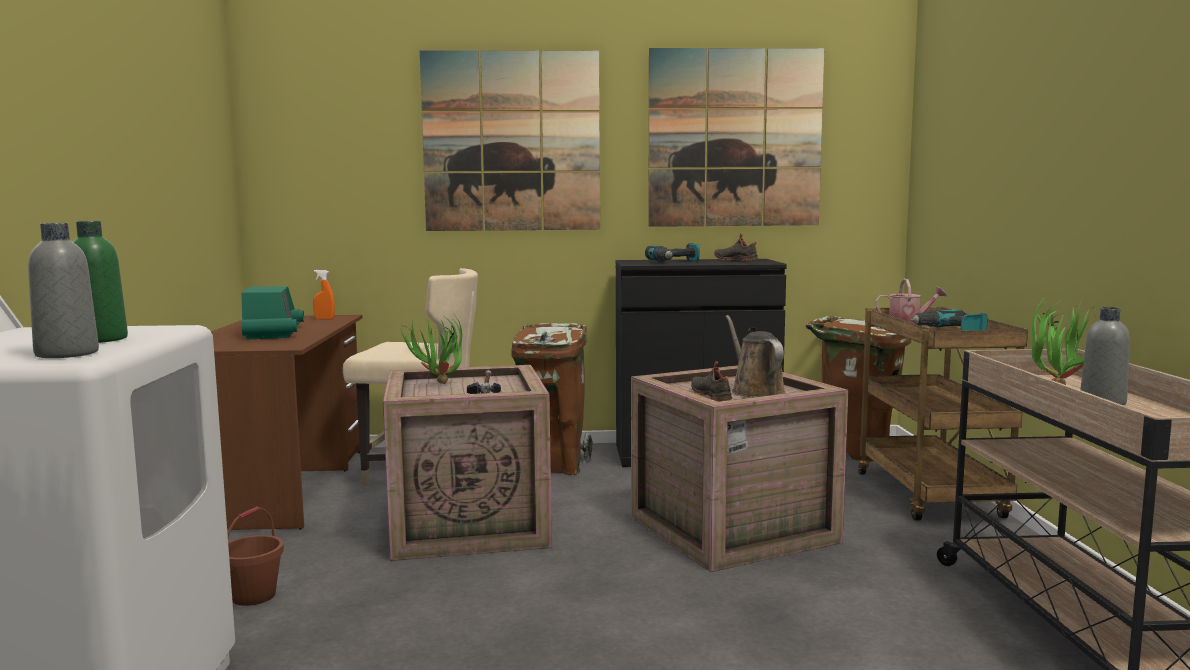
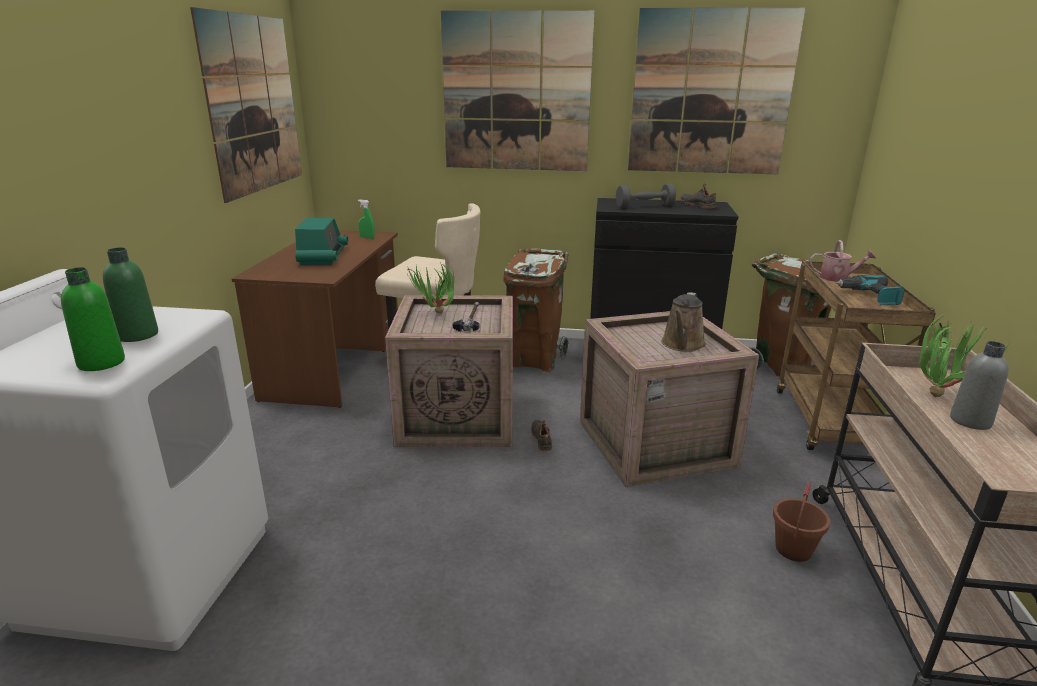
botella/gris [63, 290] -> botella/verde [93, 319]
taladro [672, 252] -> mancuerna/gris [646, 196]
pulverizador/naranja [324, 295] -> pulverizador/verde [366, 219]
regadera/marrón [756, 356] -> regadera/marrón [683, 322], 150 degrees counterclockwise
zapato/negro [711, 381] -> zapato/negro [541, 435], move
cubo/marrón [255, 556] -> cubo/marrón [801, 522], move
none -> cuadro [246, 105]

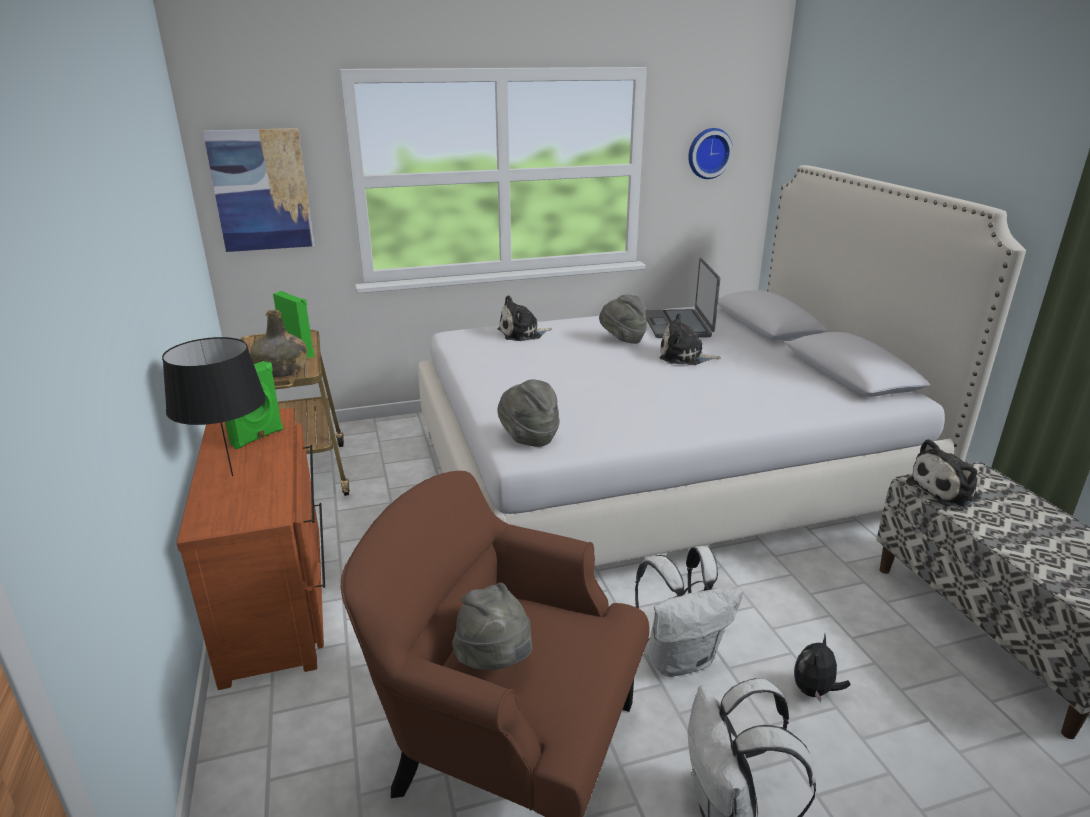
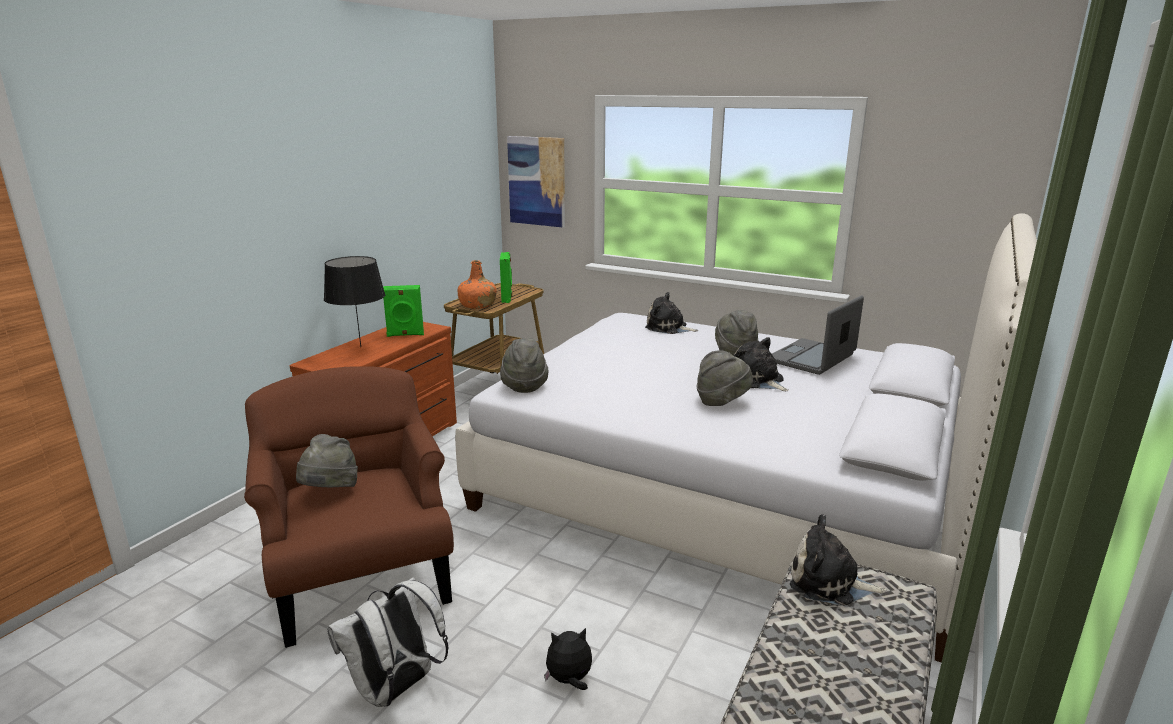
reloj de pared [710, 153] -> none
botella/verde [278, 343] -> botella/naranja [477, 284]
mochila/blanco [689, 611] -> none
none -> sombrero/gris [725, 378]

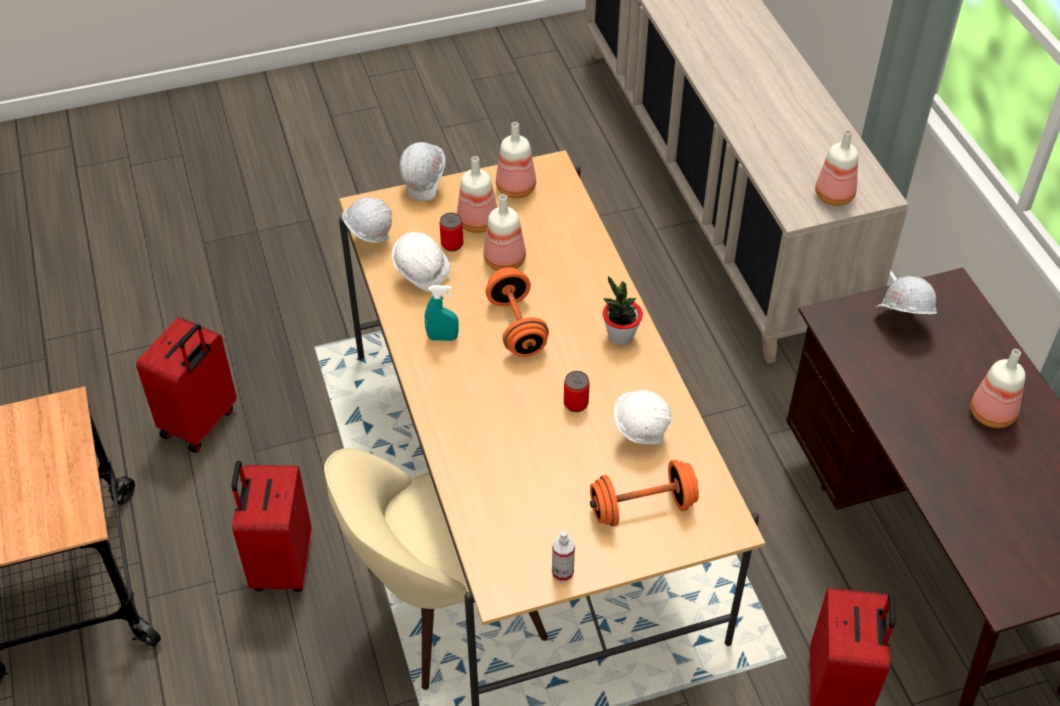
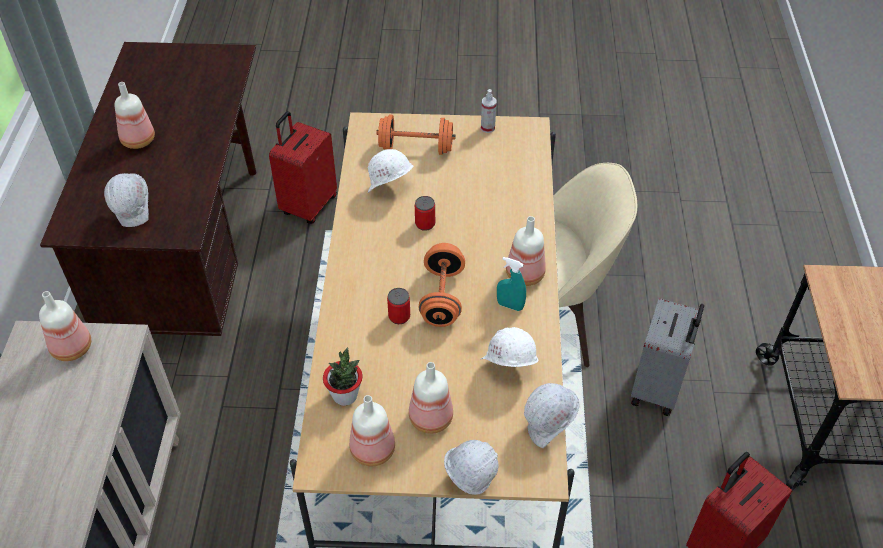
botella [505, 232] -> botella [526, 251], move
lata [451, 232] -> lata [398, 306], move
planta en maceta [623, 310] -> planta en maceta [343, 377], move
maleta/rojo [272, 526] -> maleta/gris [667, 357]

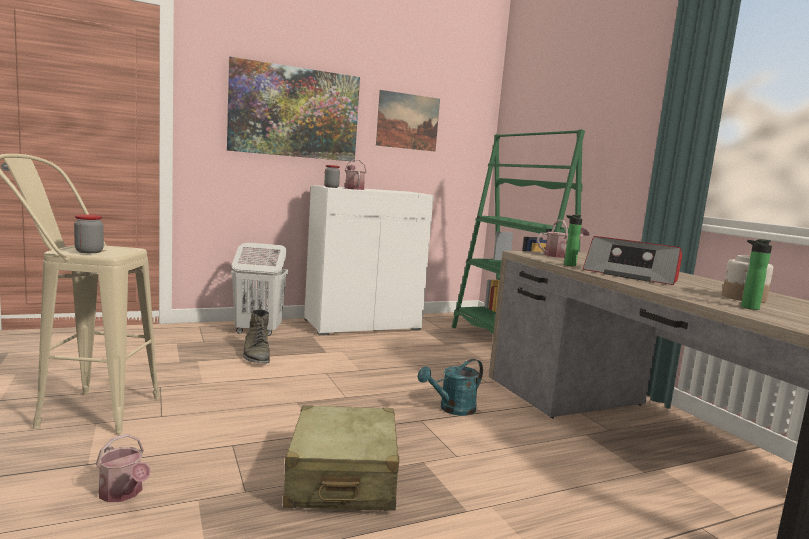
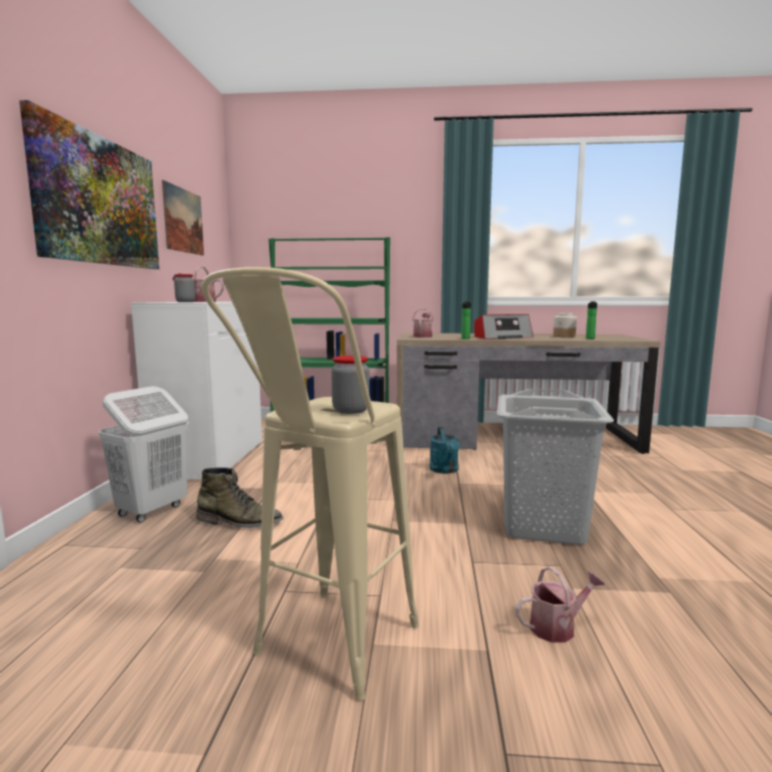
maleta/beis [341, 458] -> cesto de la ropa/gris [555, 467]

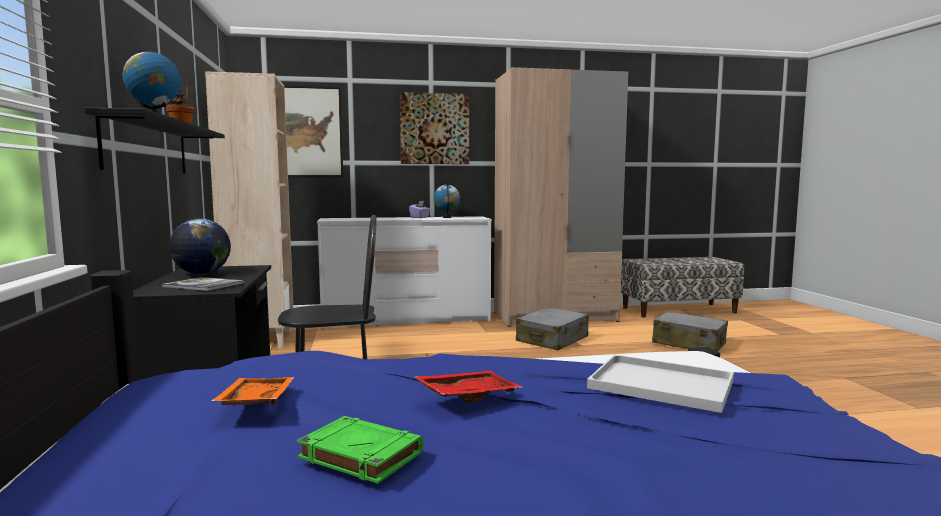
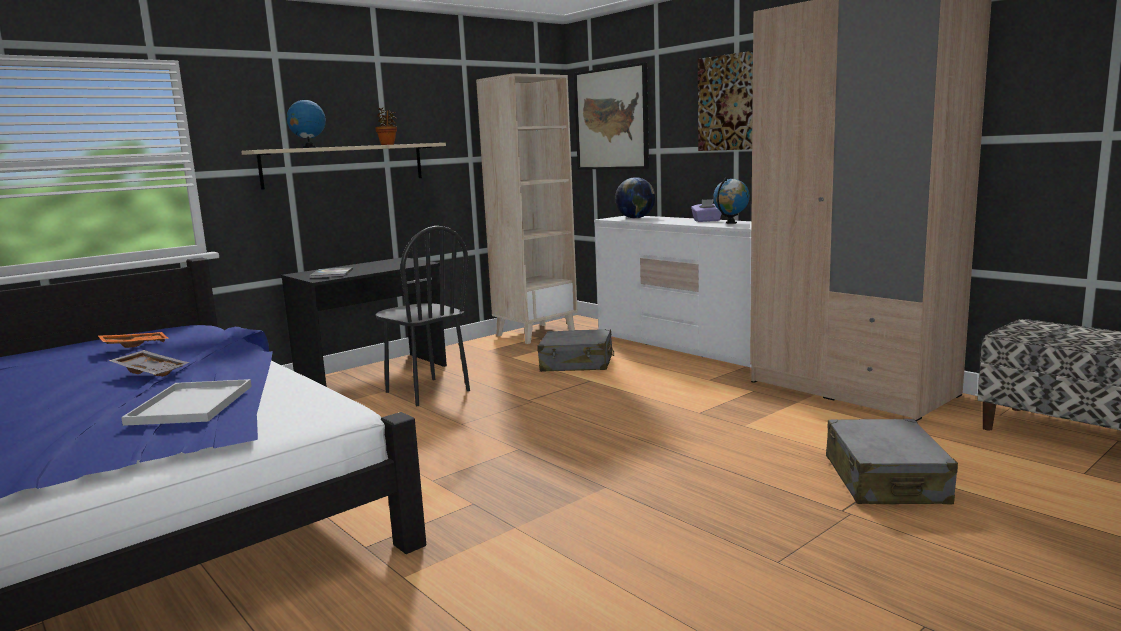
estante/negro [155, 140] -> estante/beis [343, 166]
globo terráqueo [200, 246] -> globo terráqueo [635, 197], move
maleta/gris [552, 329] -> maleta/gris [575, 350], move
bandeja/rojo [468, 386] -> bandeja/gris [149, 363]
libro/verde [360, 449] -> none

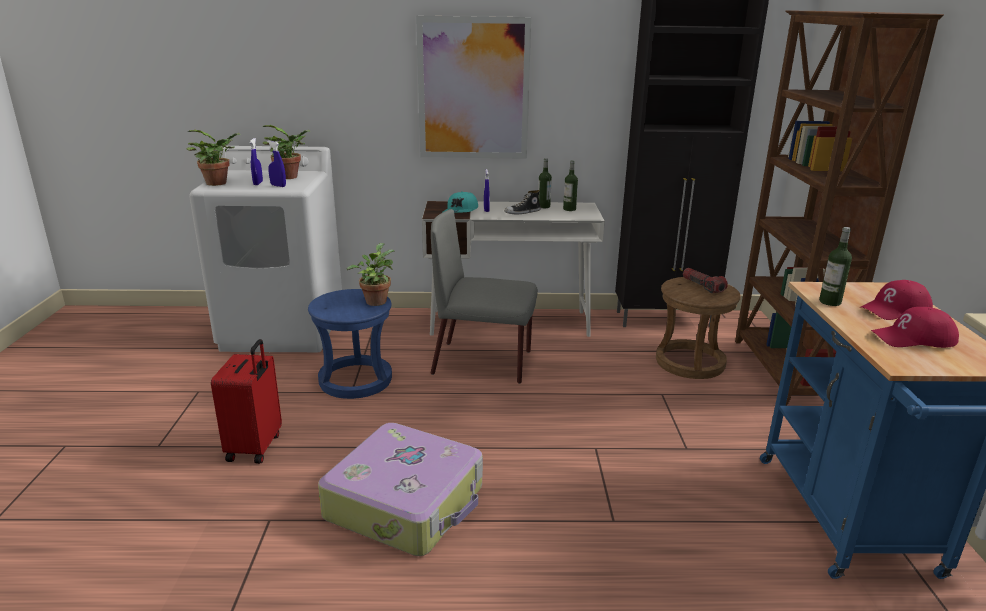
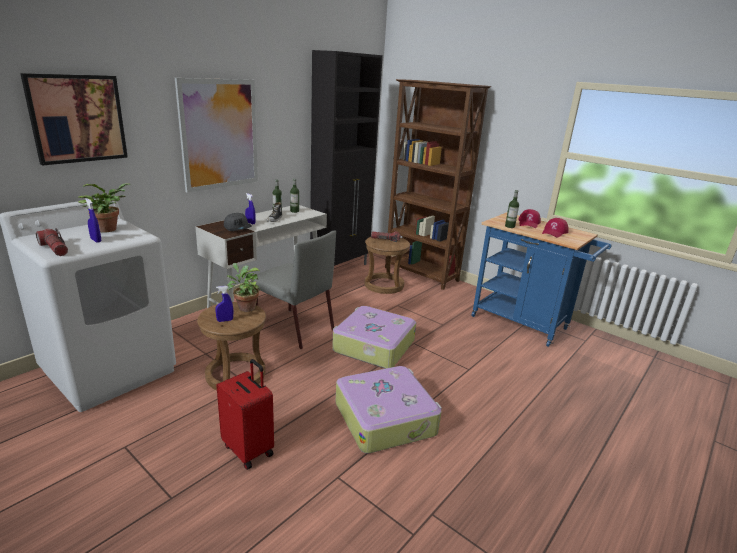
planta en maceta [213, 158] -> linterna [52, 242]
pulverizador/azul [276, 164] -> pulverizador/azul [224, 304], move
gorra/turquesa [460, 202] -> gorra/gris [238, 222]
silla/gris [484, 296] -> silla/gris [293, 289], 105 degrees counterclockwise
taburete/azul [350, 344] -> taburete/marrón [231, 346]
none -> cuadro [74, 119]
none -> maleta [374, 337]

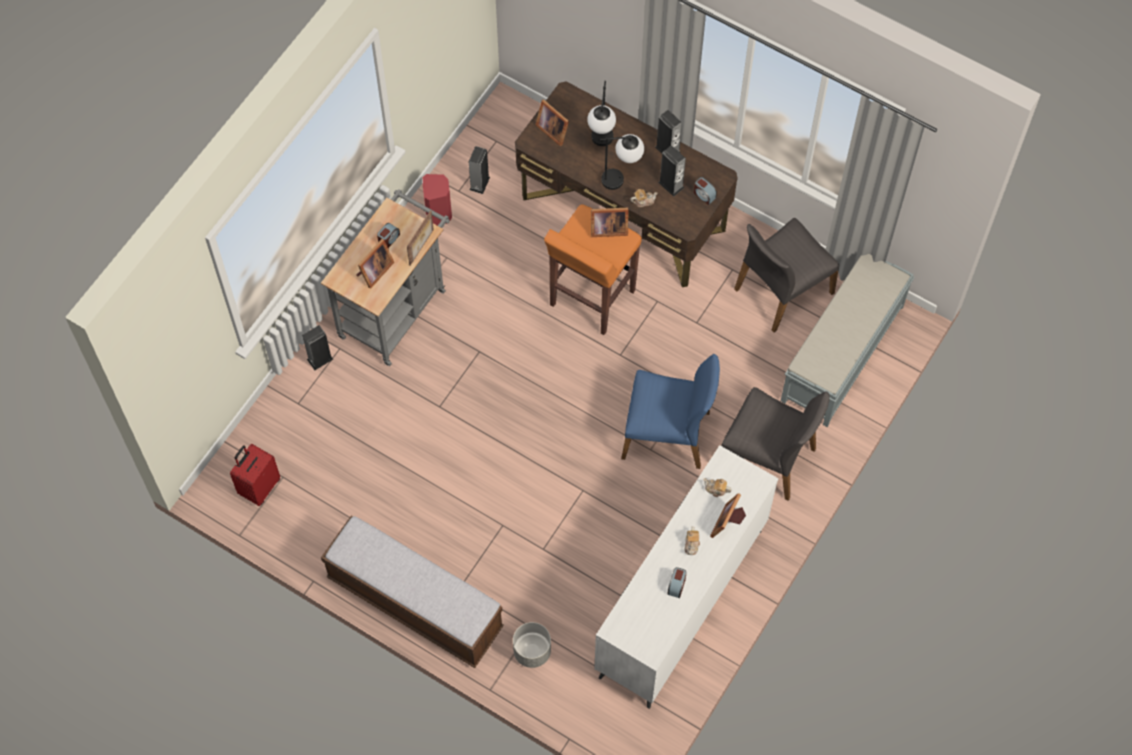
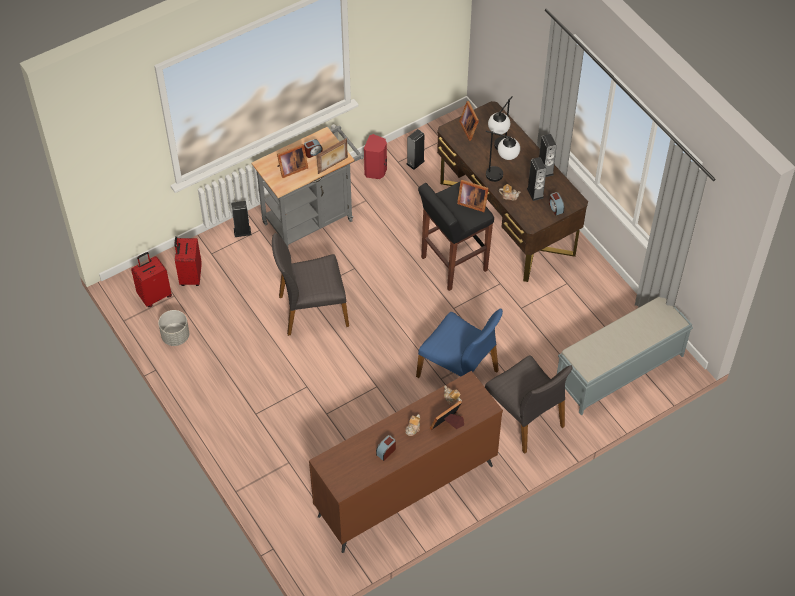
taburete/naranja [593, 269] -> taburete/negro [456, 236]
silla/gris [786, 275] -> silla/gris [310, 284], move
cómoda/blanco [686, 577] -> cómoda/marrón [406, 462]
banco [412, 592] -> none
maceta/gris [532, 645] -> maceta/gris [173, 328], move
none -> maleta/rojo [188, 261]

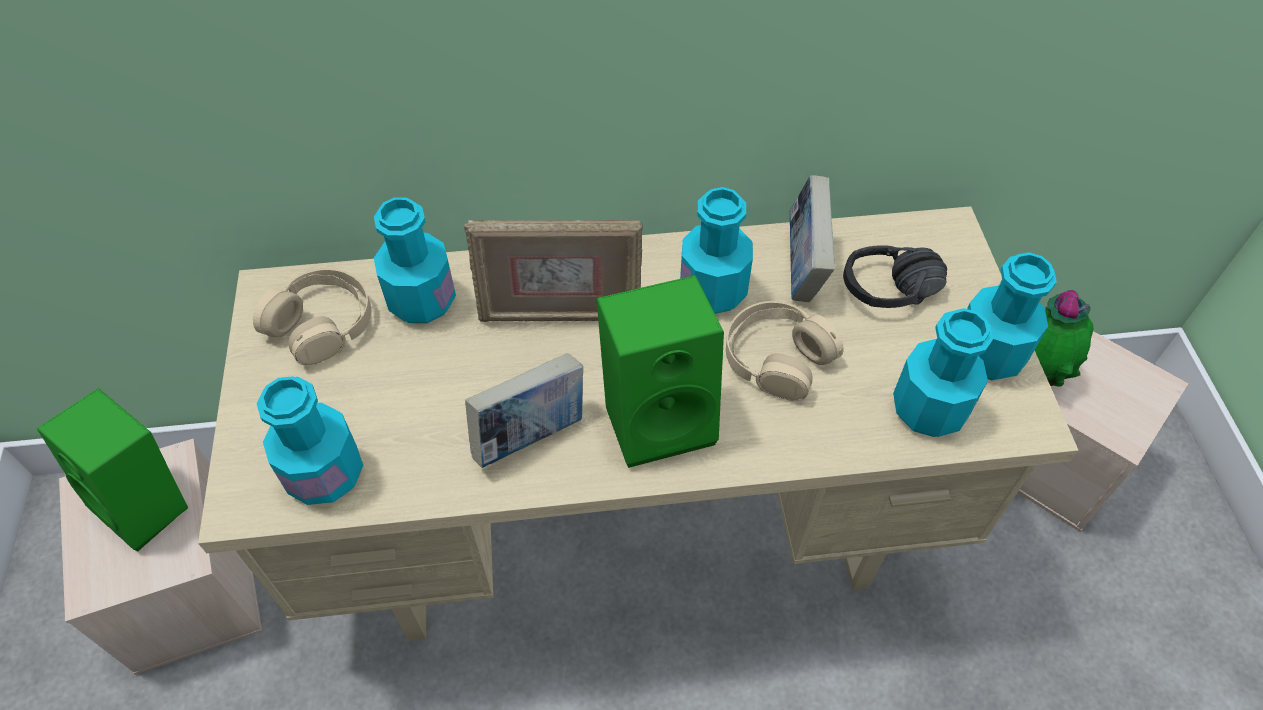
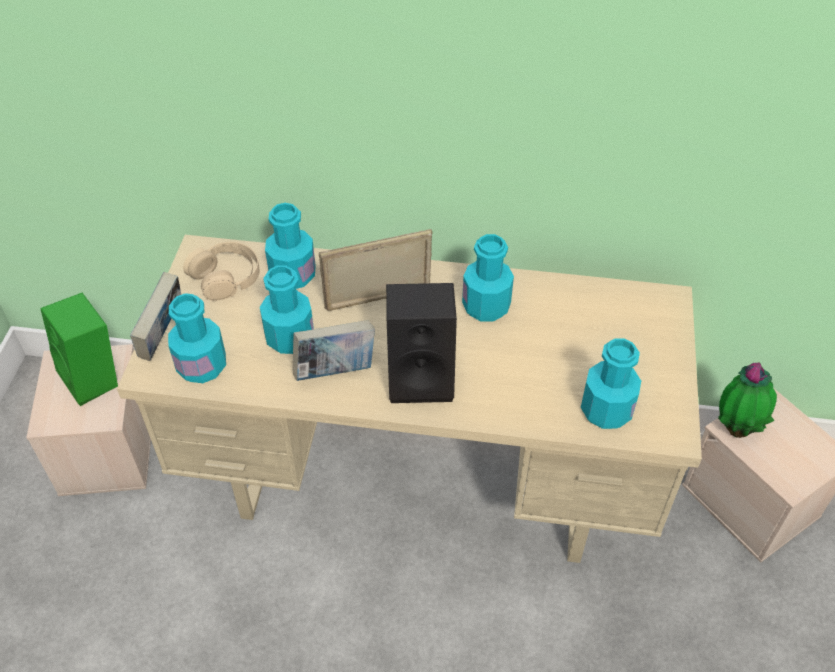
libro [812, 238] -> libro [155, 316], move
portarretratos [553, 270] -> portarretratos [376, 270], 150 degrees clockwise
auriculares/negro [895, 276] -> none
botella/turquesa [1012, 316] -> botella/turquesa [287, 309], move
altavoz/verde [660, 371] -> altavoz/negro [421, 343]
auriculares/beis [785, 351] -> none

